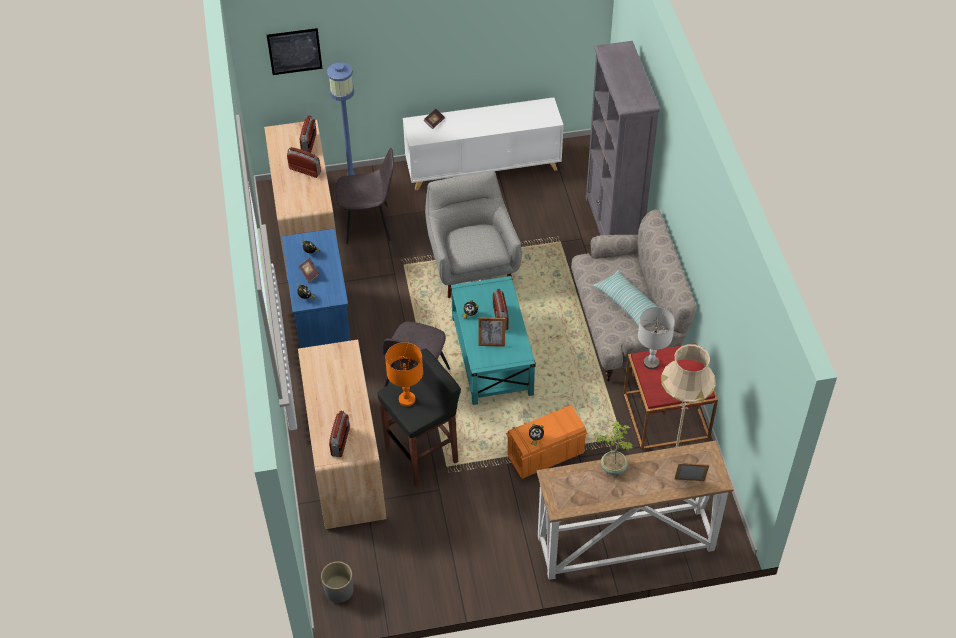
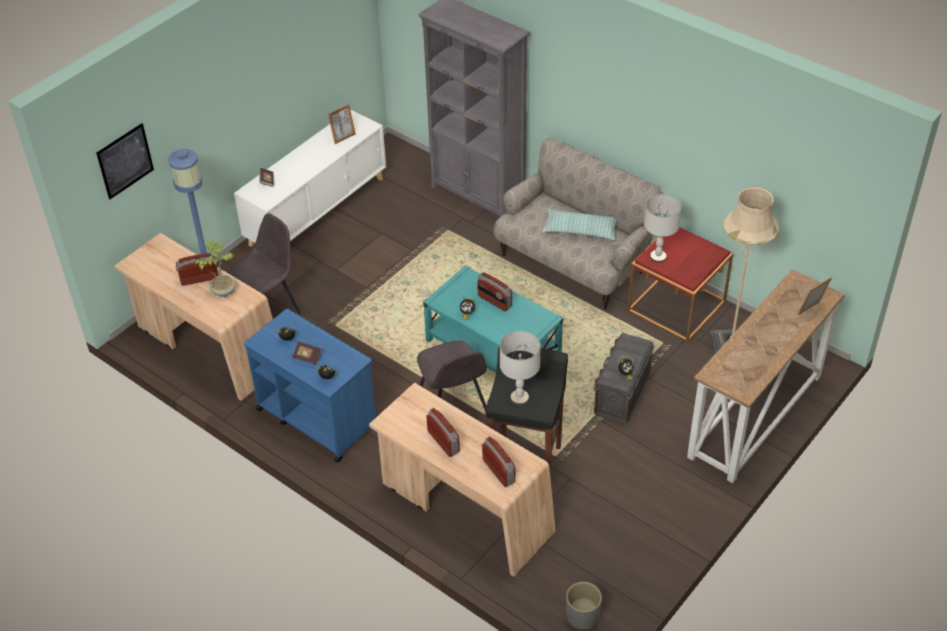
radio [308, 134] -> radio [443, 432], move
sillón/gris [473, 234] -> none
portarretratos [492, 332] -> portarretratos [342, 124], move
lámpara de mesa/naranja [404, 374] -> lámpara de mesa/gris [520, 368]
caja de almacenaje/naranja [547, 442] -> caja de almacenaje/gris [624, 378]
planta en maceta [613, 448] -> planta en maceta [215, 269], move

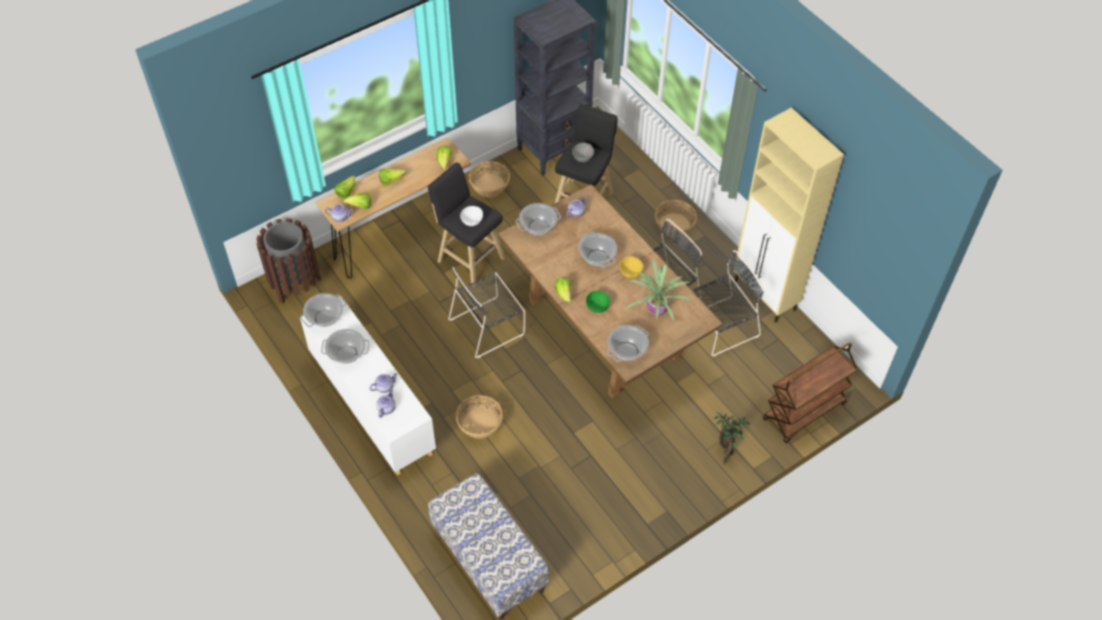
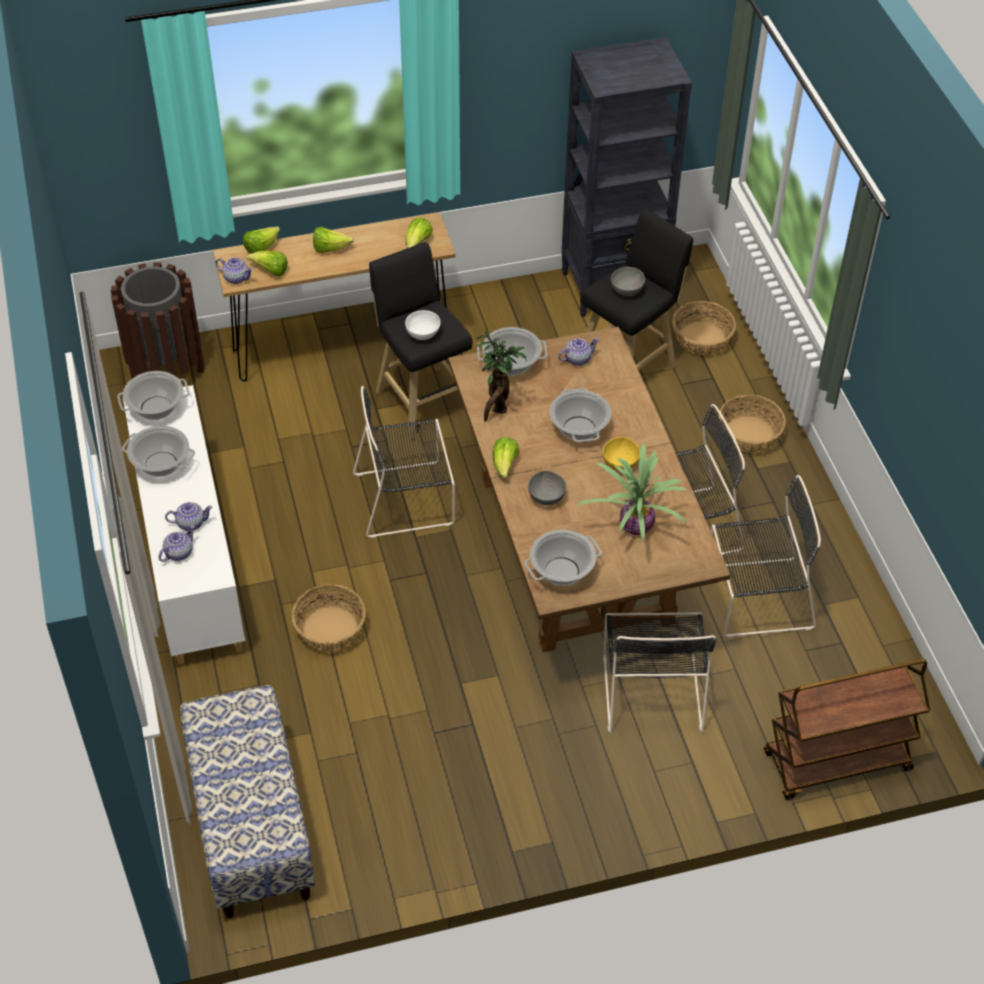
armario/beis [789, 214] -> none
cesta [489, 179] -> cesta [704, 328], move
cuenco/verde [598, 302] -> cuenco/gris [547, 488]
planta en maceta [731, 438] -> planta en maceta [501, 376], move
none -> silla/negro [659, 672]

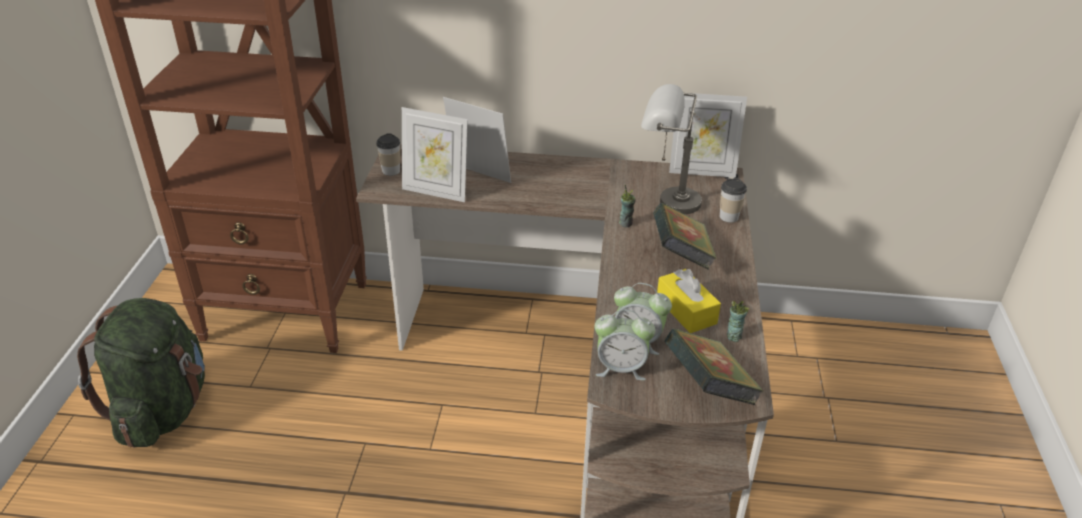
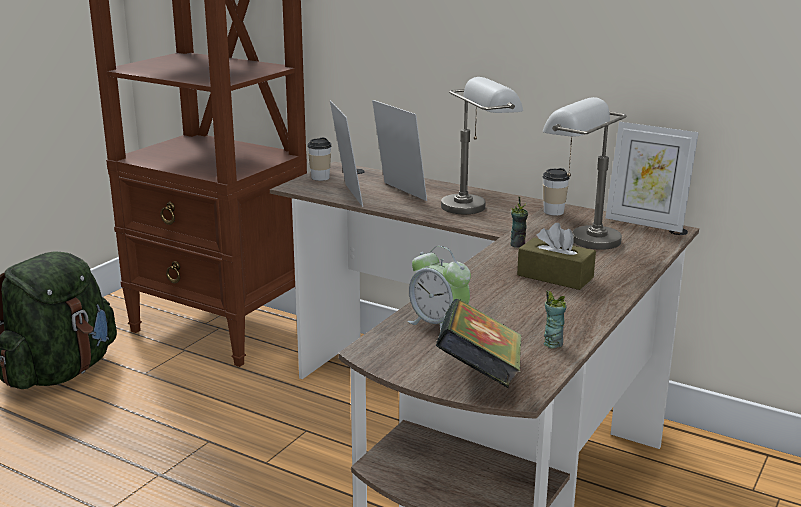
portarretratos [435, 154] -> portarretratos [346, 153], 150 degrees counterclockwise
taza [733, 200] -> taza [556, 192], move
libro [685, 236] -> caja de pañuelos/marrón [556, 256]
caja de pañuelos/amarillo [689, 301] -> none
despertador [625, 345] -> none
none -> lámpara de mesa/gris [482, 145]

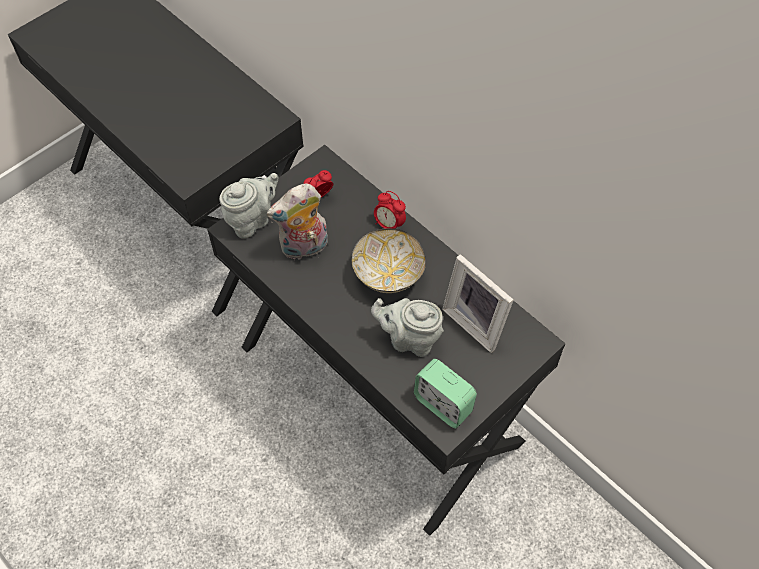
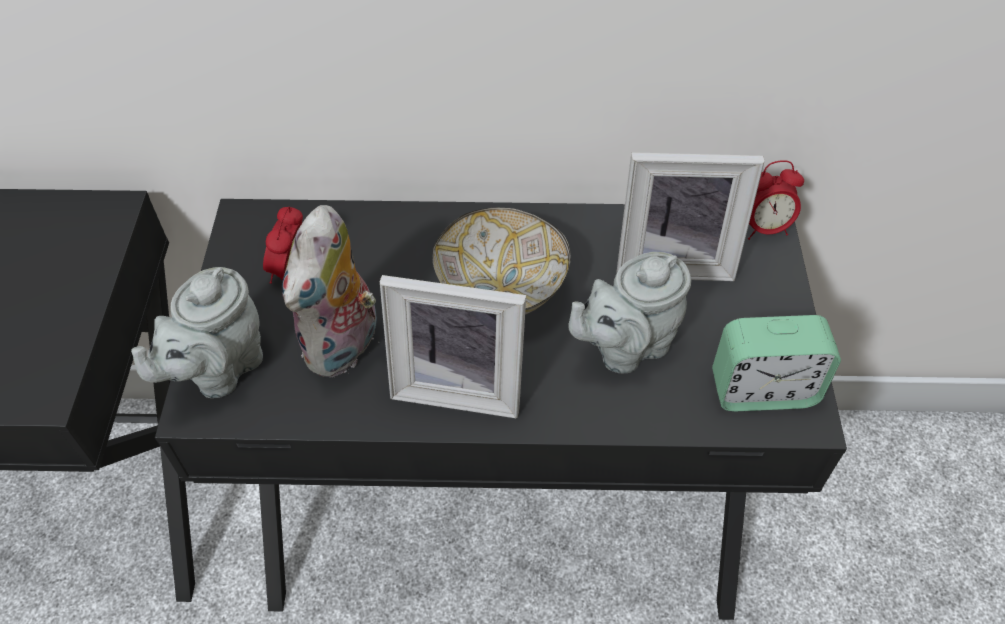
tetera/gris [248, 205] -> tetera/gris [197, 332], 150 degrees counterclockwise
despertador [390, 210] -> despertador [776, 200], move
none -> portarretratos [453, 346]

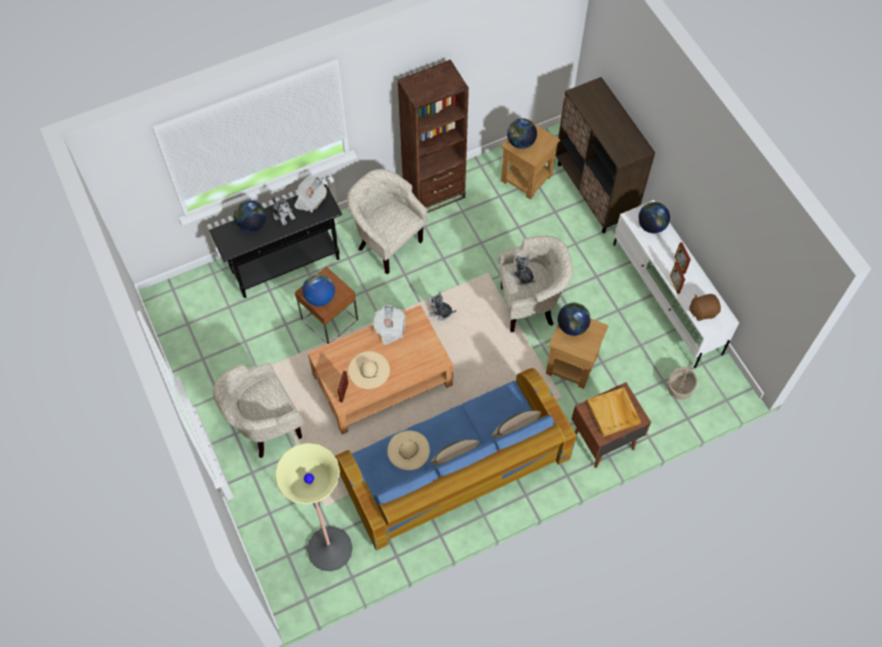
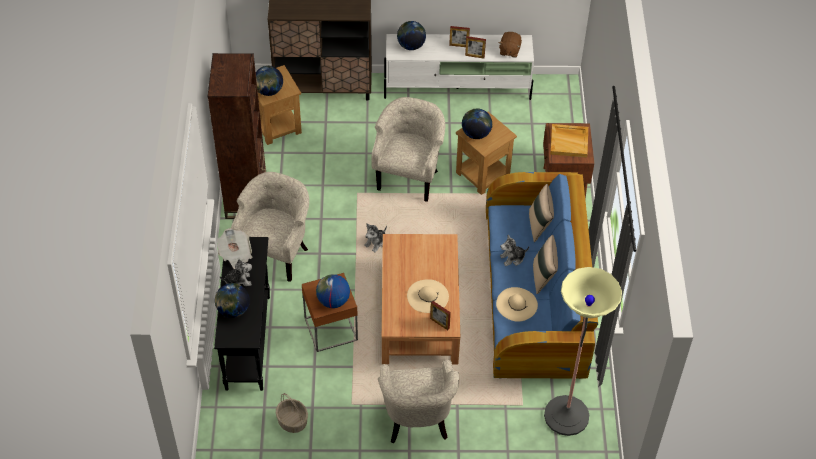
sillón/beis [387, 222] -> sillón/beis [270, 227], 135 degrees clockwise
peluche [523, 270] -> peluche [514, 250], move
periódico [389, 324] -> none
cesta [682, 381] -> cesta [292, 413], move

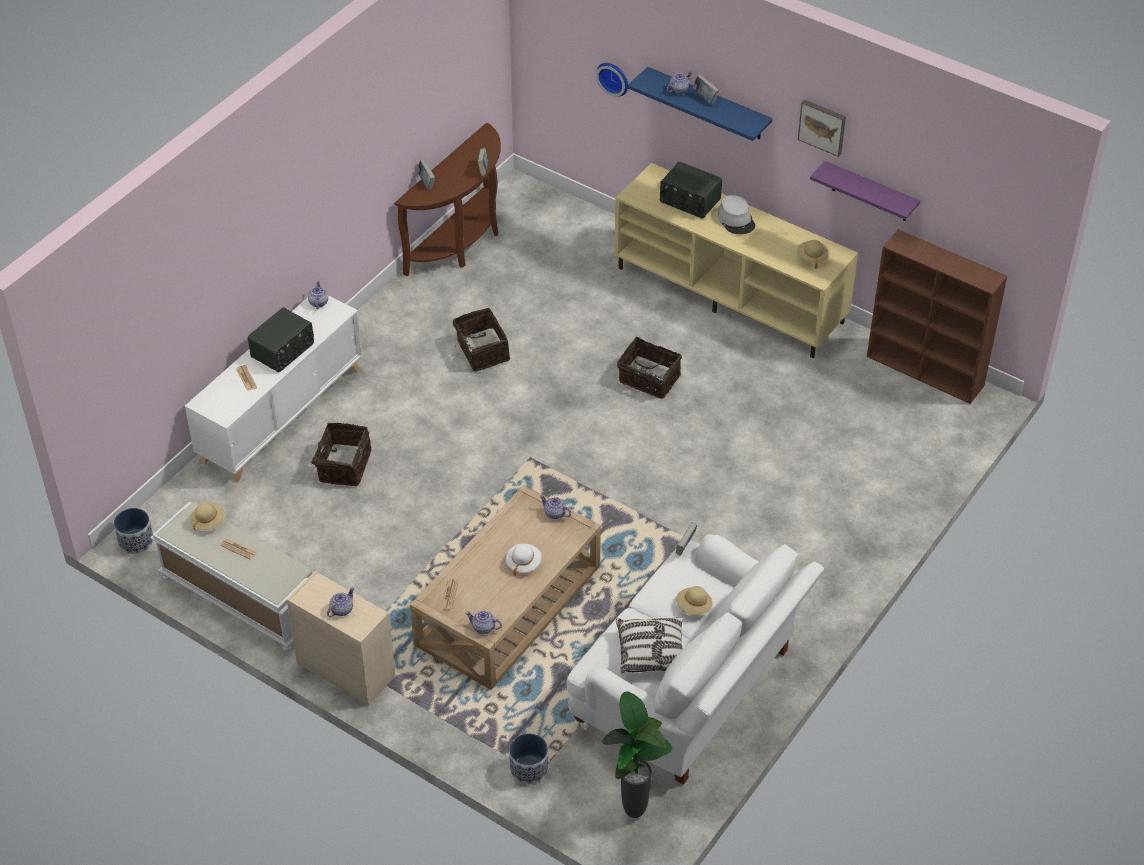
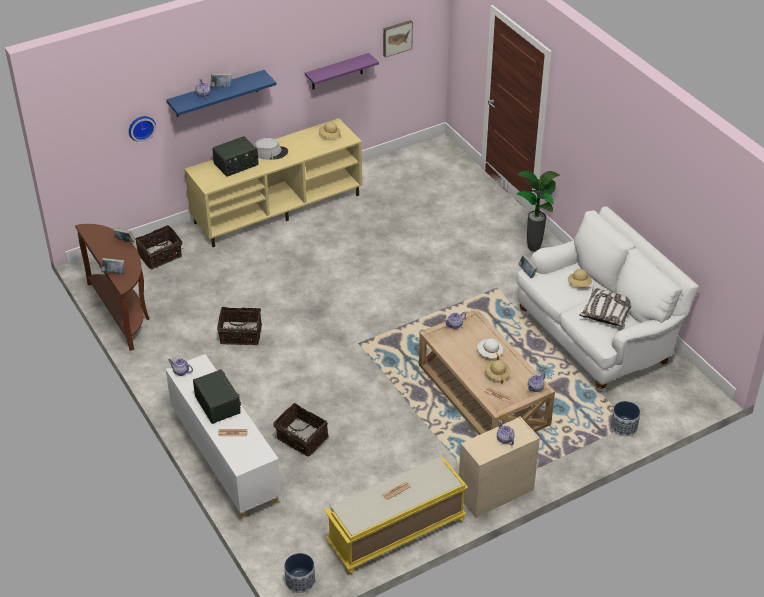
cuadro [822, 128] -> cuadro [398, 39], move
estantería/marrón [937, 316] -> none
cesta [649, 368] -> cesta [159, 247], move
banco/blanco [232, 577] -> banco/amarillo [396, 515]
sombrero/beis [208, 516] -> sombrero/beis [498, 372], move
planta en maceta [637, 754] -> planta en maceta [538, 211], move

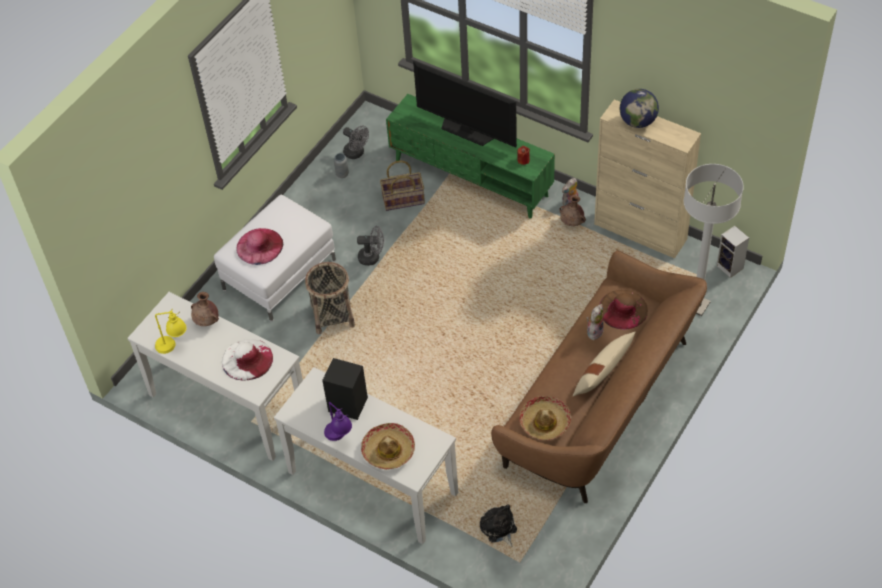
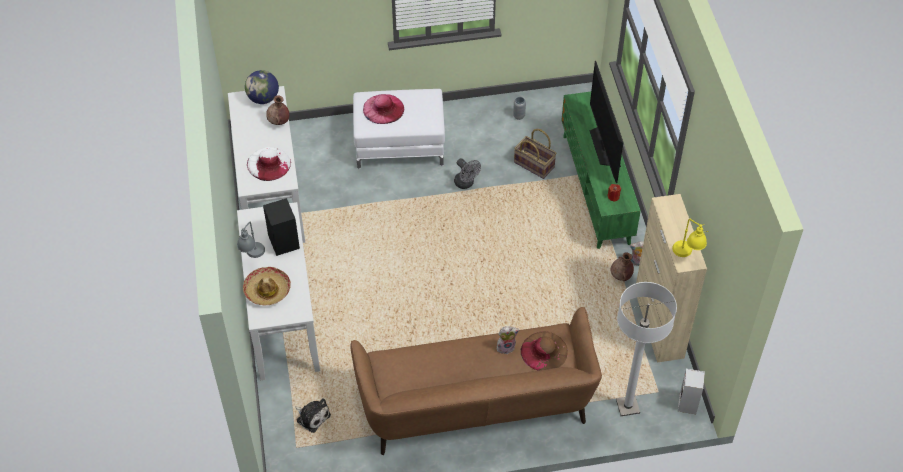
globo terráqueo [639, 108] -> globo terráqueo [262, 87], move
ventilador/gris [356, 142] -> none
cesta [330, 298] -> none
lámpara de mesa/amarillo [171, 331] -> lámpara de mesa/amarillo [690, 238], move
cojín/beis [604, 364] -> none
sombrero [545, 418] -> none
lámpara de mesa/morado [338, 421] -> lámpara de mesa/gris [251, 240]
peluche [498, 525] -> peluche [313, 415], 105 degrees clockwise

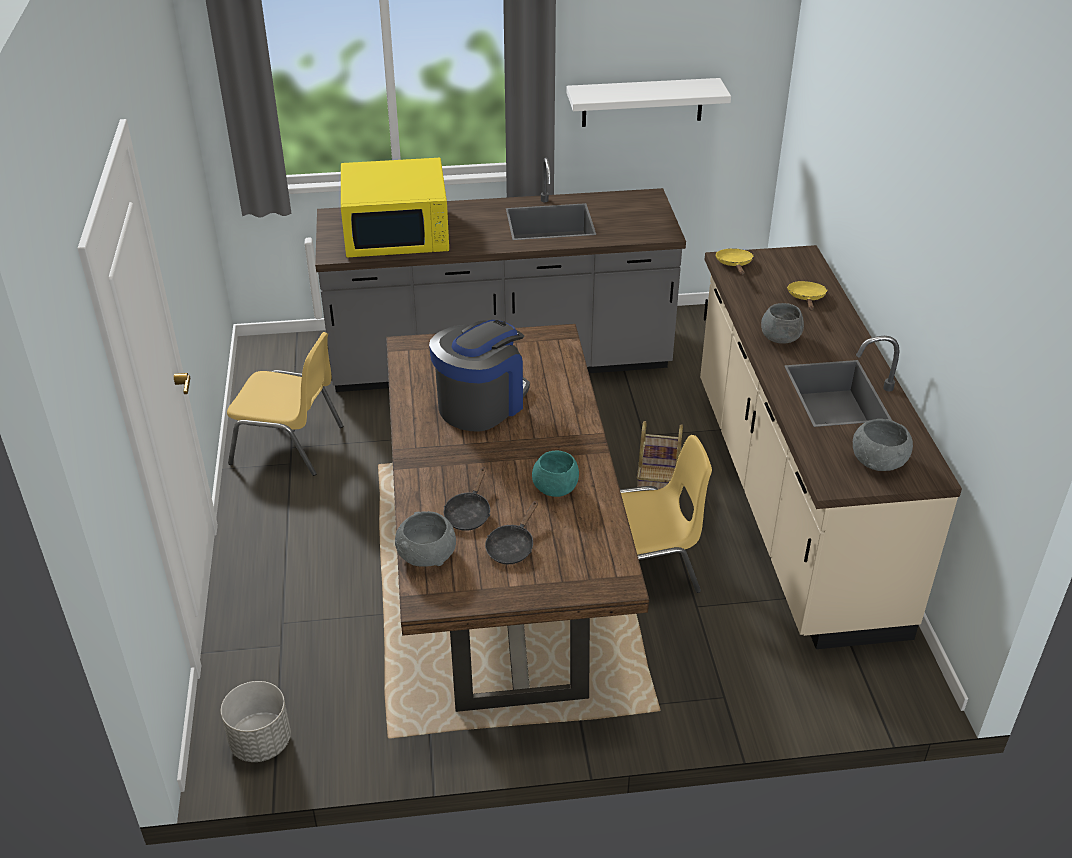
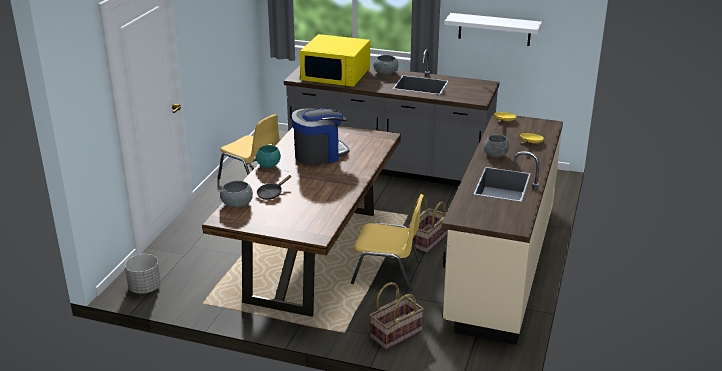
cuenco/gris [883, 445] -> cuenco/gris [386, 65], move
cuenco/turquesa [555, 474] -> cuenco/turquesa [268, 156], move
sartén/negro [511, 532] -> none
none -> cesta [396, 316]

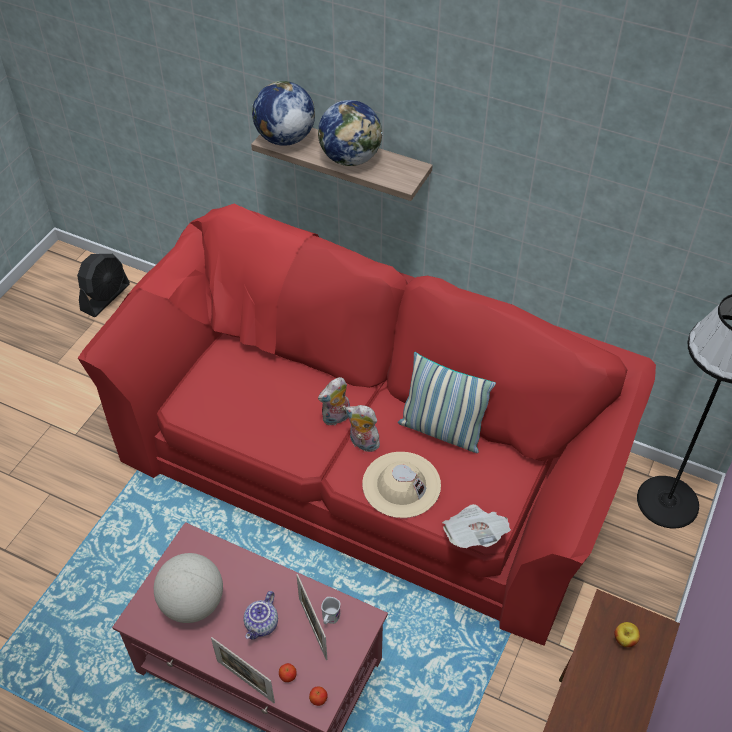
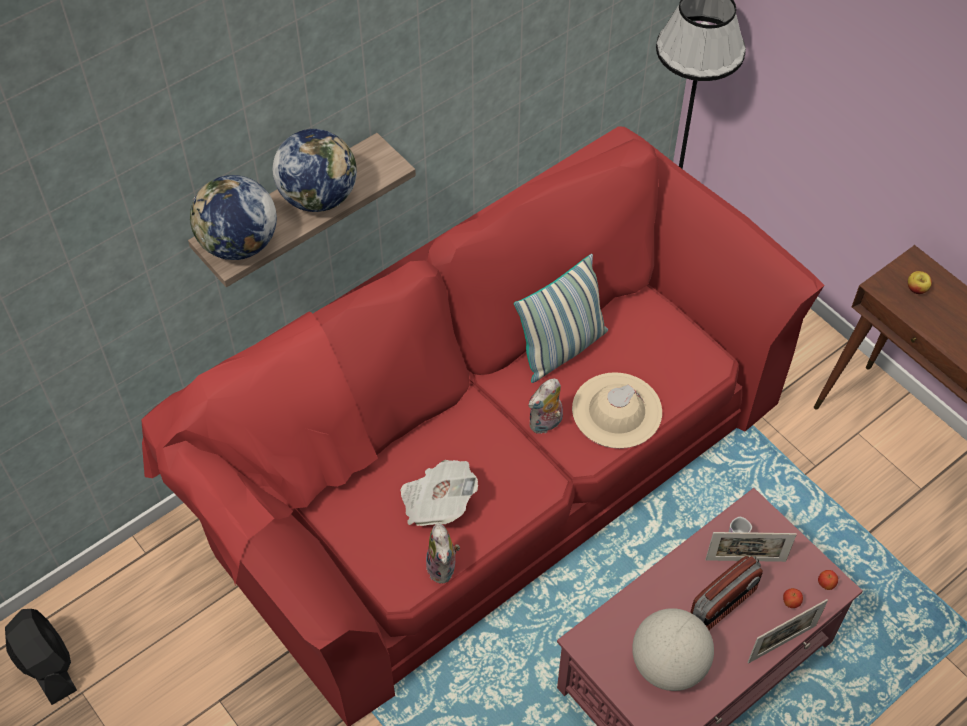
peluche [334, 401] -> peluche [443, 553], move
periódico [476, 526] -> periódico [439, 493], move
tetera [261, 615] -> radio [726, 593]

